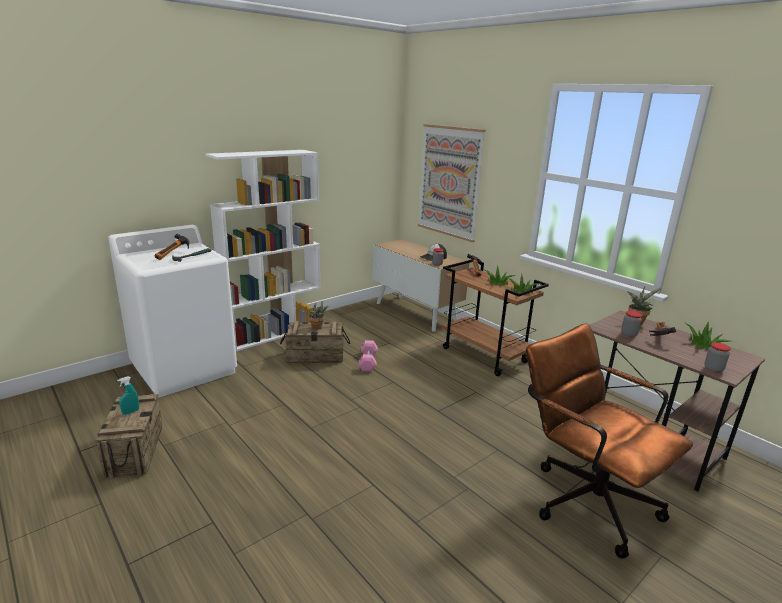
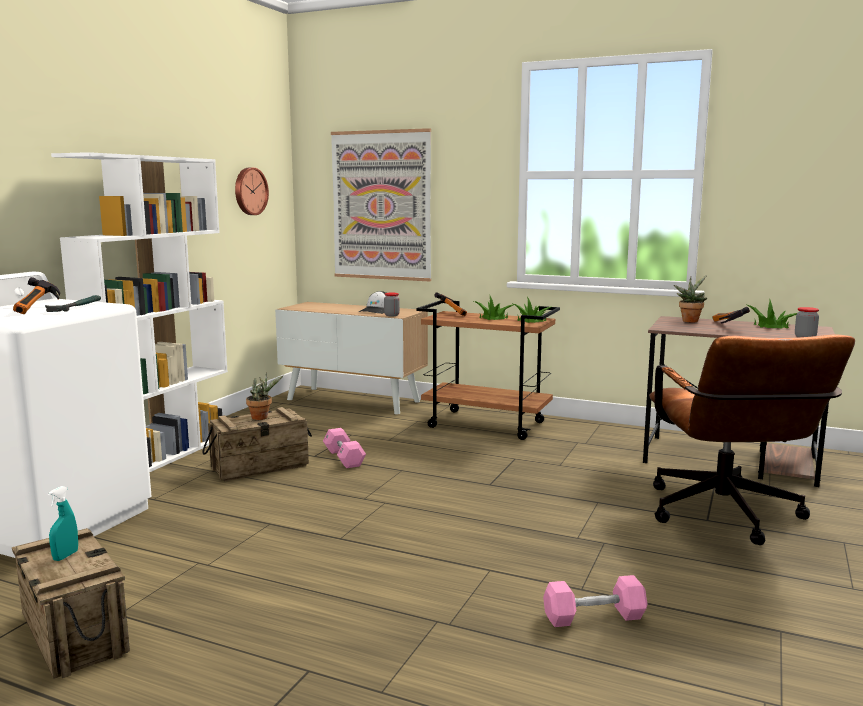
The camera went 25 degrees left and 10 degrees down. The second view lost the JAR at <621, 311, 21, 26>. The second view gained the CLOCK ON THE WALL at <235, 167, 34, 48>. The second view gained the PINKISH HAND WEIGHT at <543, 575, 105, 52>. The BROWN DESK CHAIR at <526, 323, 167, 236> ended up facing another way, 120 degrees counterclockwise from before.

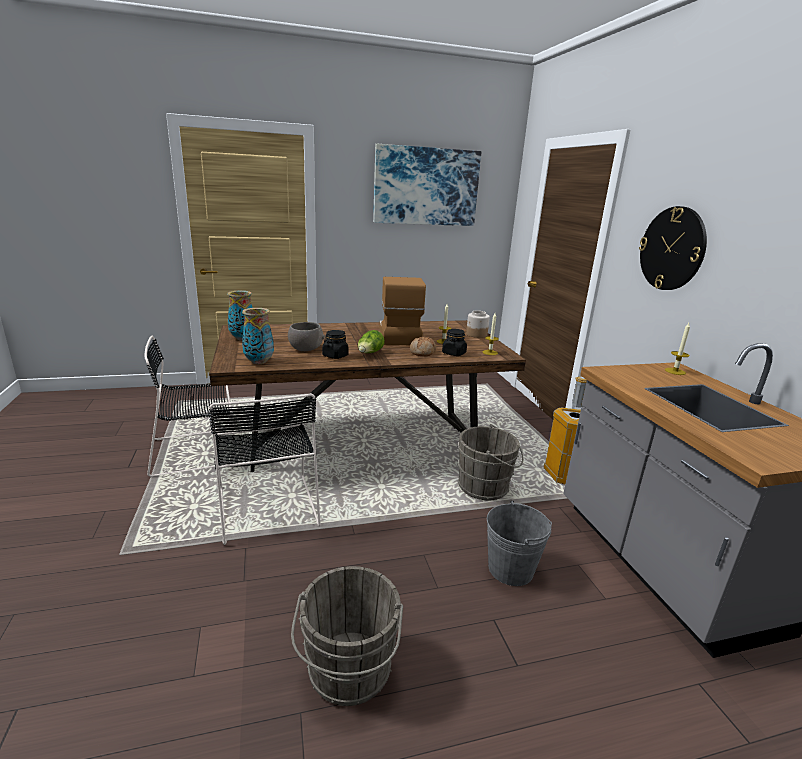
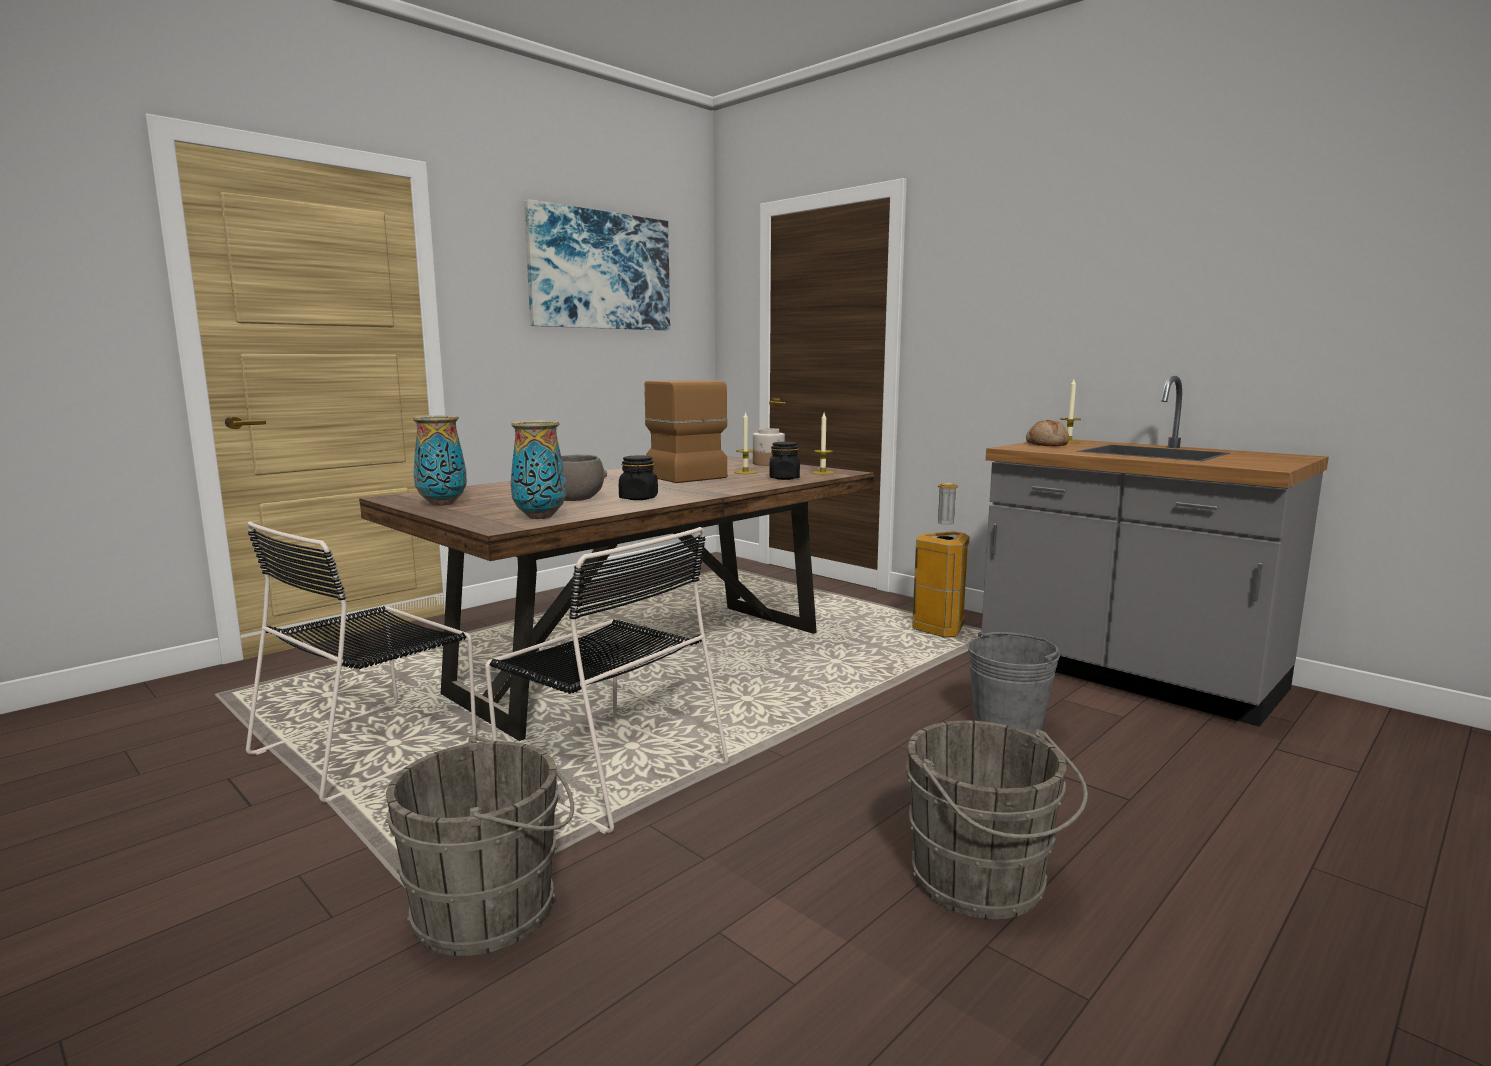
The camera went 30 degrees left and 10 degrees down. The second view lost the LETTUCE at <358, 330, 27, 23>. The second view lost the CLOCK ON THE WALL at <639, 206, 68, 84>. The BAKERY BREAD ended up elsewhere, having gone from <410, 336, 26, 20> to <1026, 420, 43, 26>. The GRAY WATER BUCKET ended up elsewhere, having gone from <457, 424, 66, 76> to <385, 735, 189, 221>.

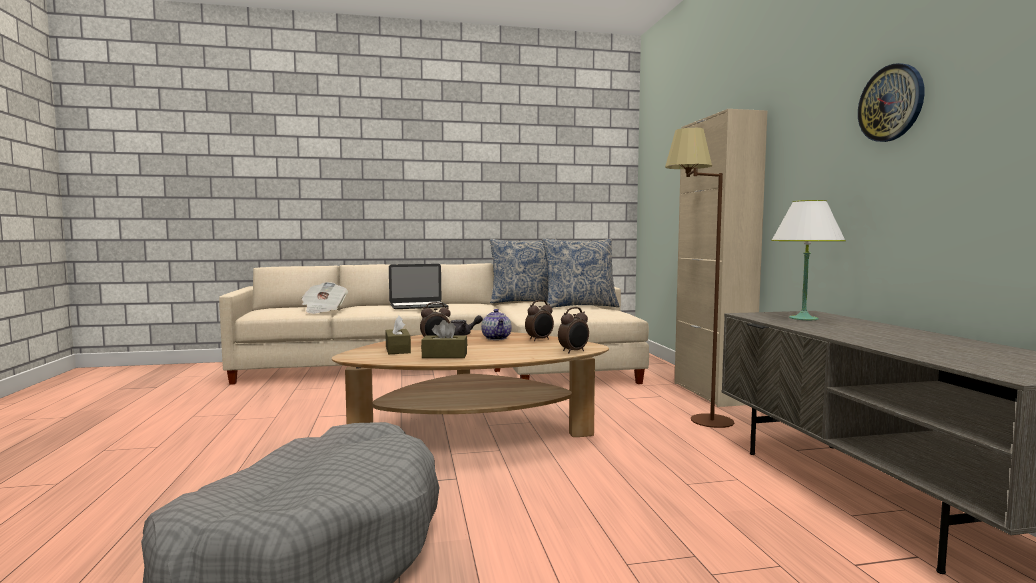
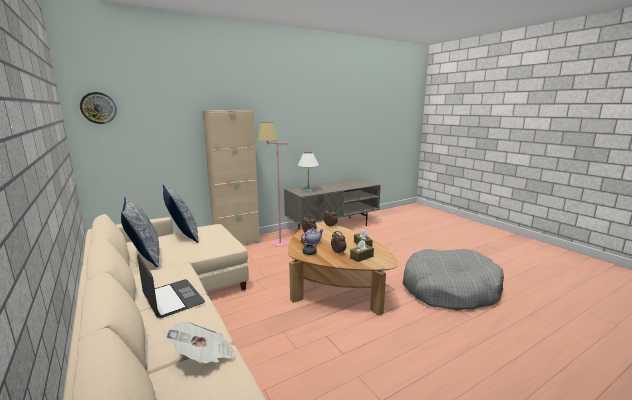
The camera went 110 degrees left and 10 degrees up. The CLOCK ON THE WALL ended up elsewhere, having gone from <858, 63, 67, 79> to <80, 92, 37, 32>. What was the BROWN FLOOR LAMP at <665, 127, 69, 301> turned into the PINKISH FLOOR LAMP at <257, 122, 32, 125>.

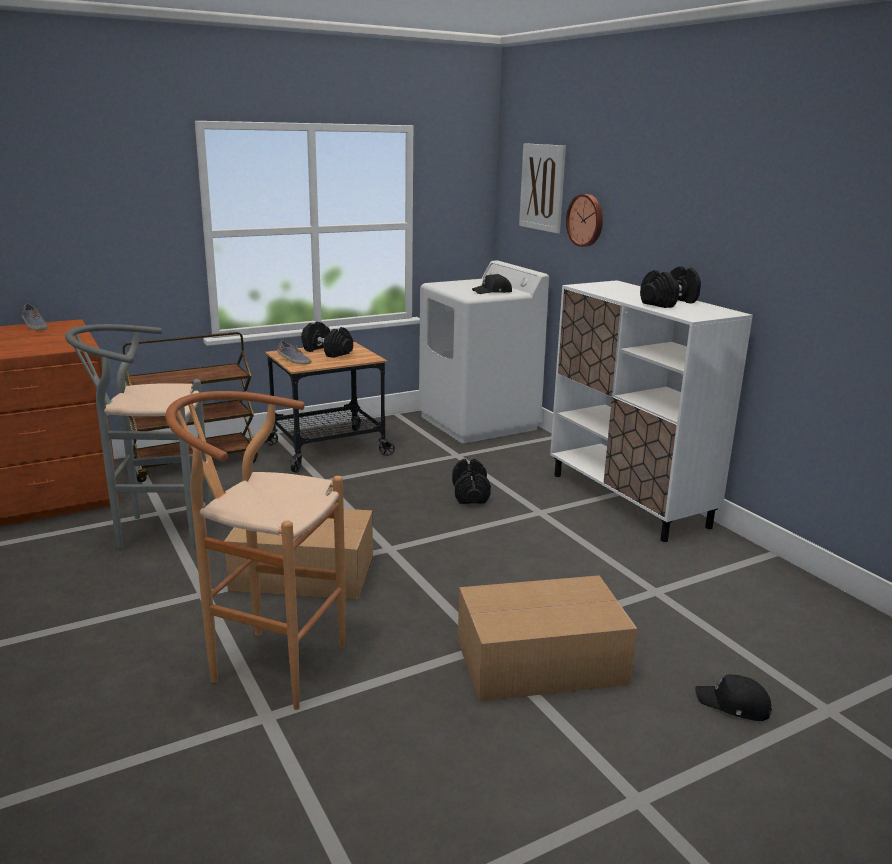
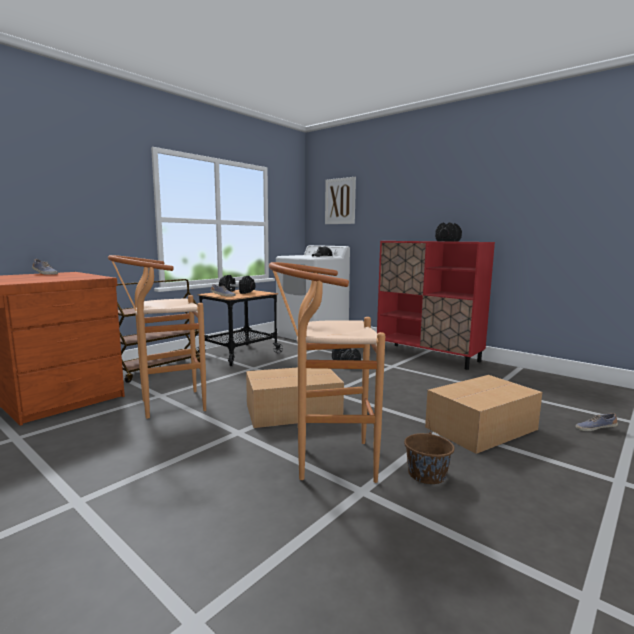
The camera went 20 degrees left and 10 degrees down. The second view lost the CLOCK ON THE WALL at <566, 194, 37, 53>. The second view gained the BROWN WATER BUCKET at <404, 419, 51, 65>. Where the BLACK CAP stood at <695, 675, 77, 46>, the LOW SHOE came to stand at <575, 413, 43, 18>. What was the GRAY STOOL SEAT at <65, 324, 145, 226> turned into the BROWN STOOL SEAT at <108, 255, 98, 164>. What was the WHITE CABINET at <550, 280, 203, 262> turned into the RED CABINET at <377, 241, 118, 129>.

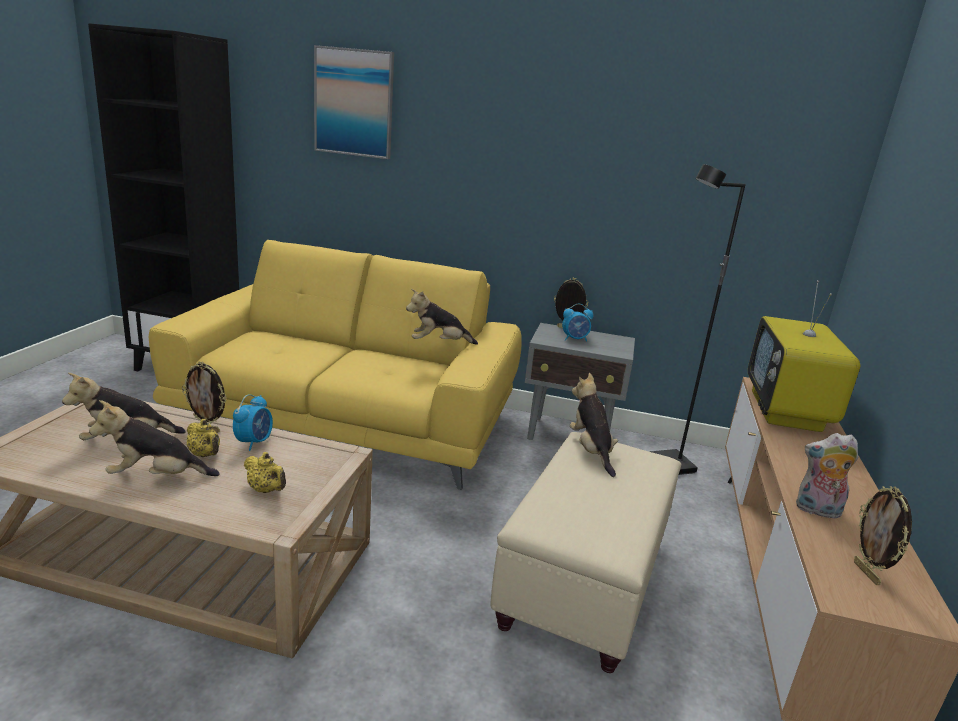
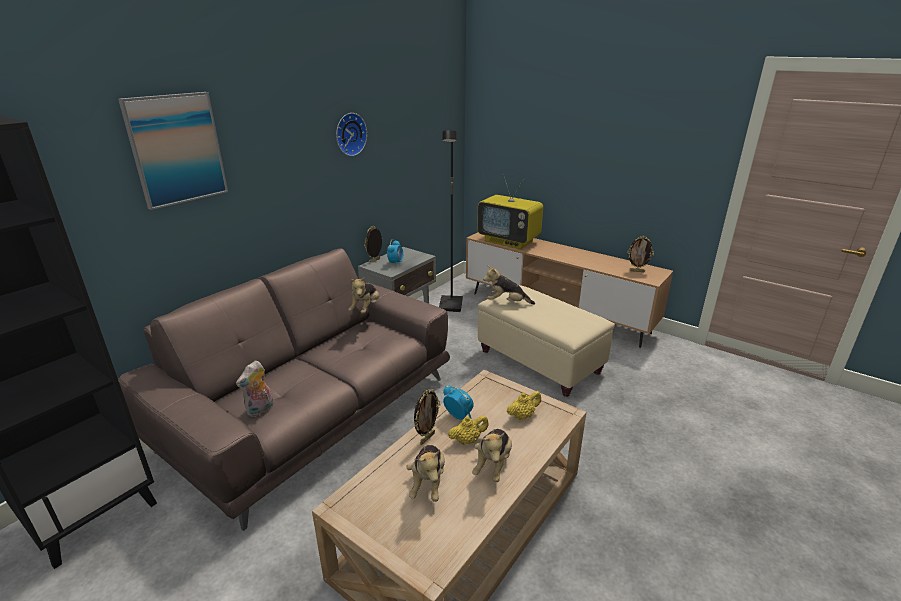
The camera went 65 degrees left and 5 degrees up. The second view gained the CLOCK ON THE WALL at <336, 113, 31, 43>. The PLUSH TOY ended up elsewhere, having gone from <796, 433, 62, 85> to <236, 361, 37, 56>. What was the YELLOWISH SETTEE at <149, 240, 373, 250> turned into the BROWN SETTEE at <118, 248, 332, 283>.

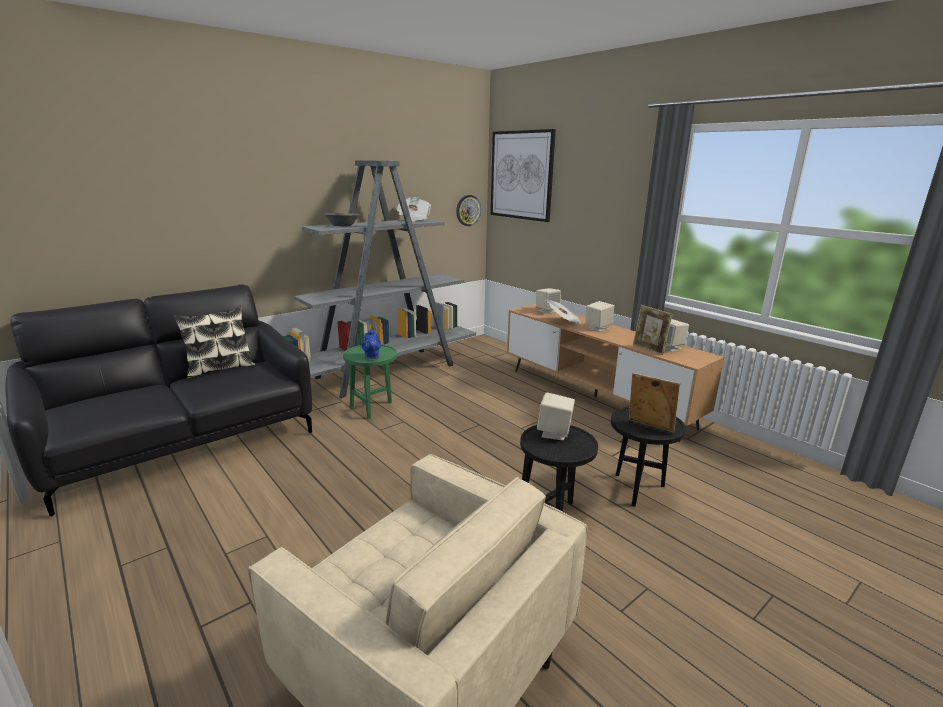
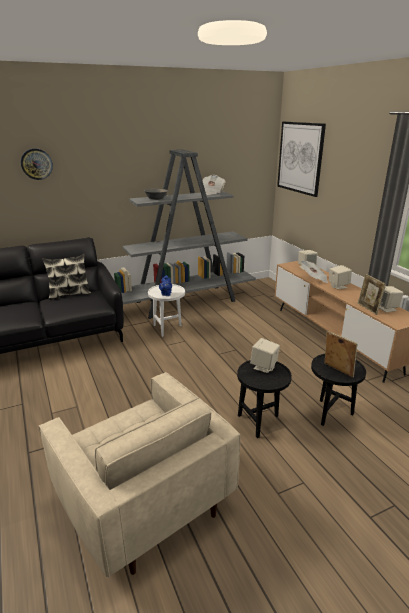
The camera went 15 degrees right and 5 degrees up. The CLOCK ON THE WALL ended up elsewhere, having gone from <456, 195, 25, 31> to <21, 148, 32, 32>. What was the GREEN-COLOURED END TABLE at <343, 344, 54, 75> turned into the WHITE END TABLE at <148, 284, 37, 53>.

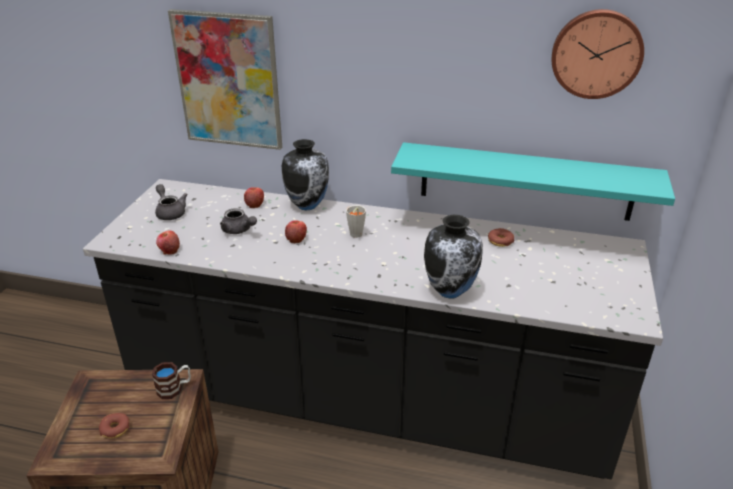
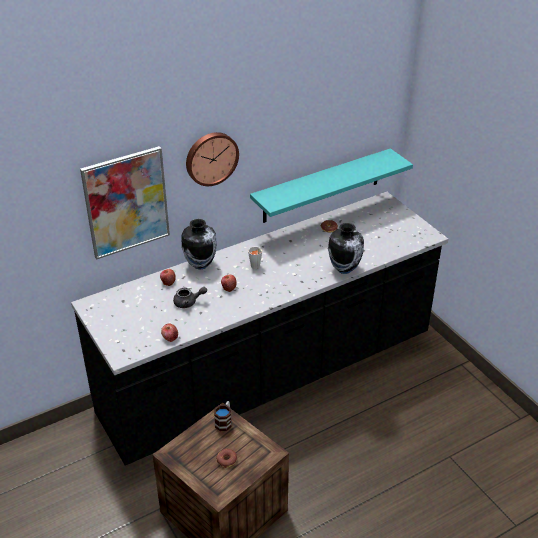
The camera went 45 degrees left and 5 degrees up. The second view lost the GRAY TEAPOT at <155, 184, 33, 36>. The CLOCK ON THE WALL ended up elsewhere, having gone from <552, 9, 92, 90> to <186, 132, 53, 54>.

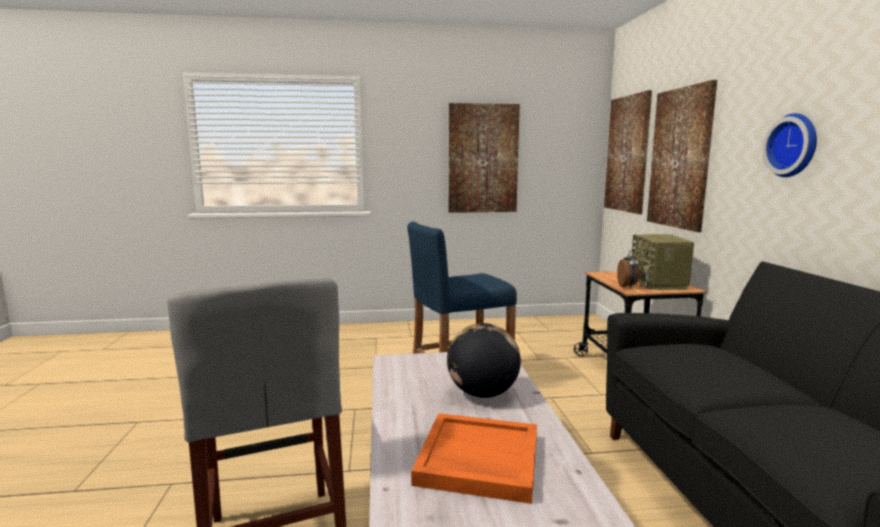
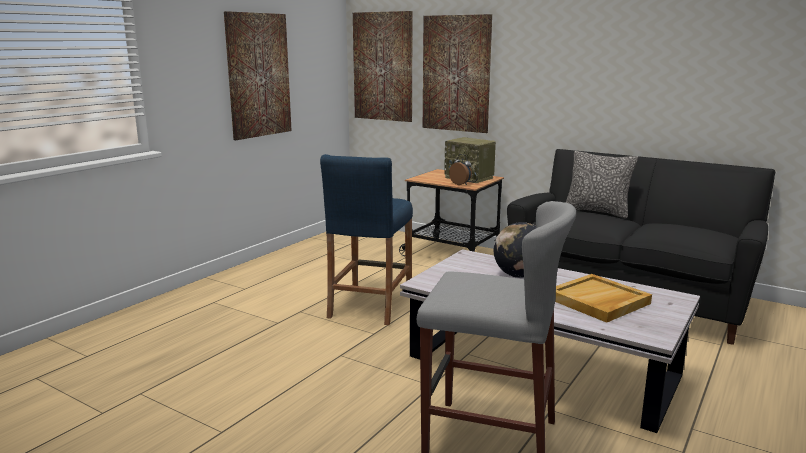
The camera went 50 degrees left and 5 degrees up. The second view lost the CLOCK ON THE WALL at <762, 113, 55, 64>. The second view gained the PILLOW at <565, 151, 73, 68>. What was the ORANGE-COLOURED SERVING TRAY at <411, 413, 126, 91> turned into the SAND-COLOURED SERVING TRAY at <555, 274, 97, 49>.

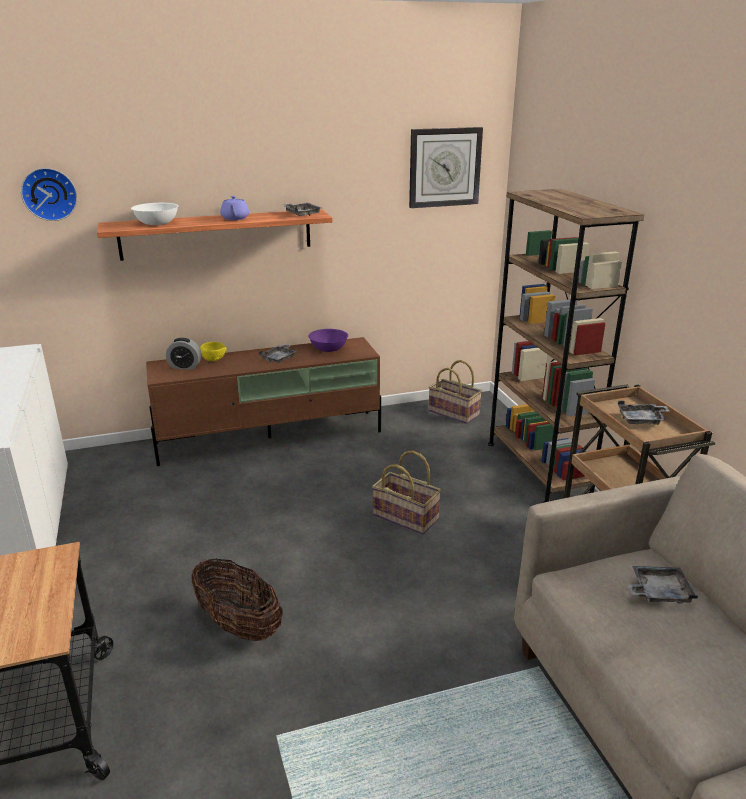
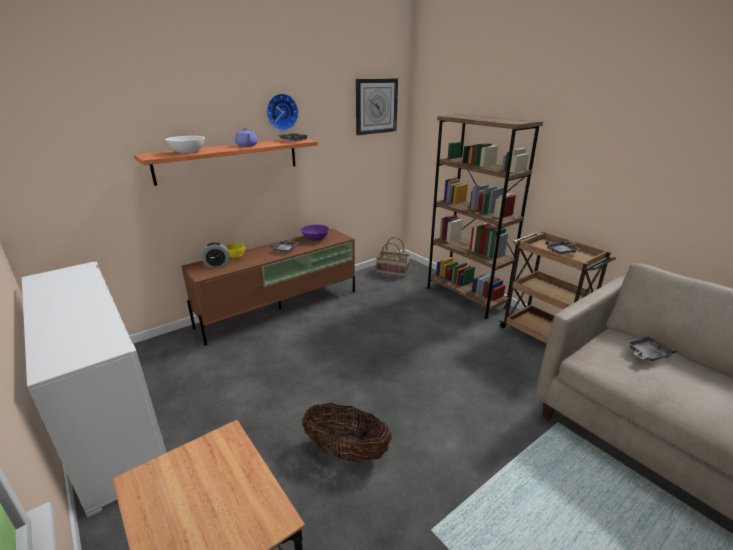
The camera went 20 degrees left and 0 degrees up. The second view lost the HOUSEHOLD BASKET at <372, 450, 69, 84>. The CLOCK ON THE WALL ended up elsewhere, having gone from <21, 168, 56, 53> to <267, 93, 32, 38>.

